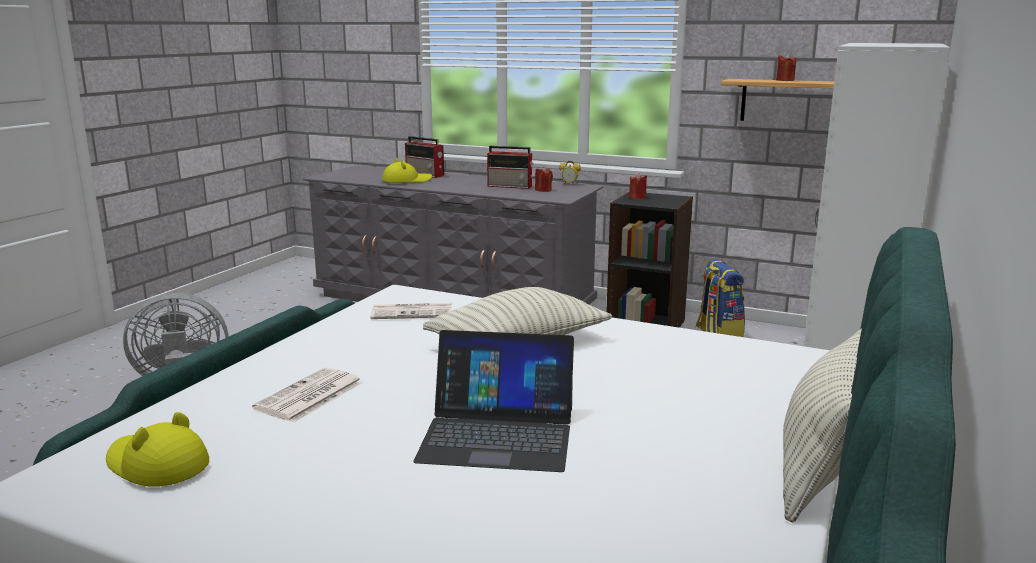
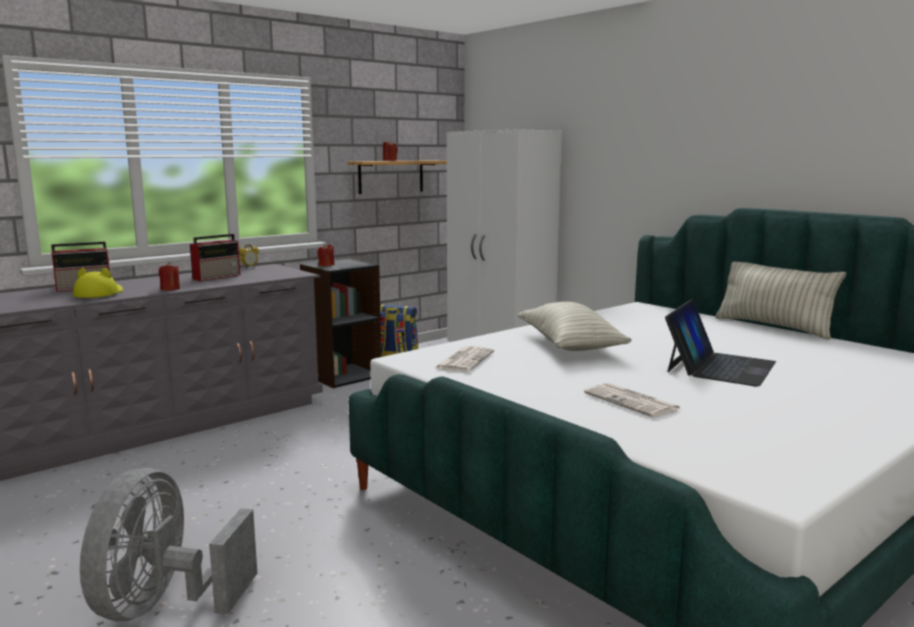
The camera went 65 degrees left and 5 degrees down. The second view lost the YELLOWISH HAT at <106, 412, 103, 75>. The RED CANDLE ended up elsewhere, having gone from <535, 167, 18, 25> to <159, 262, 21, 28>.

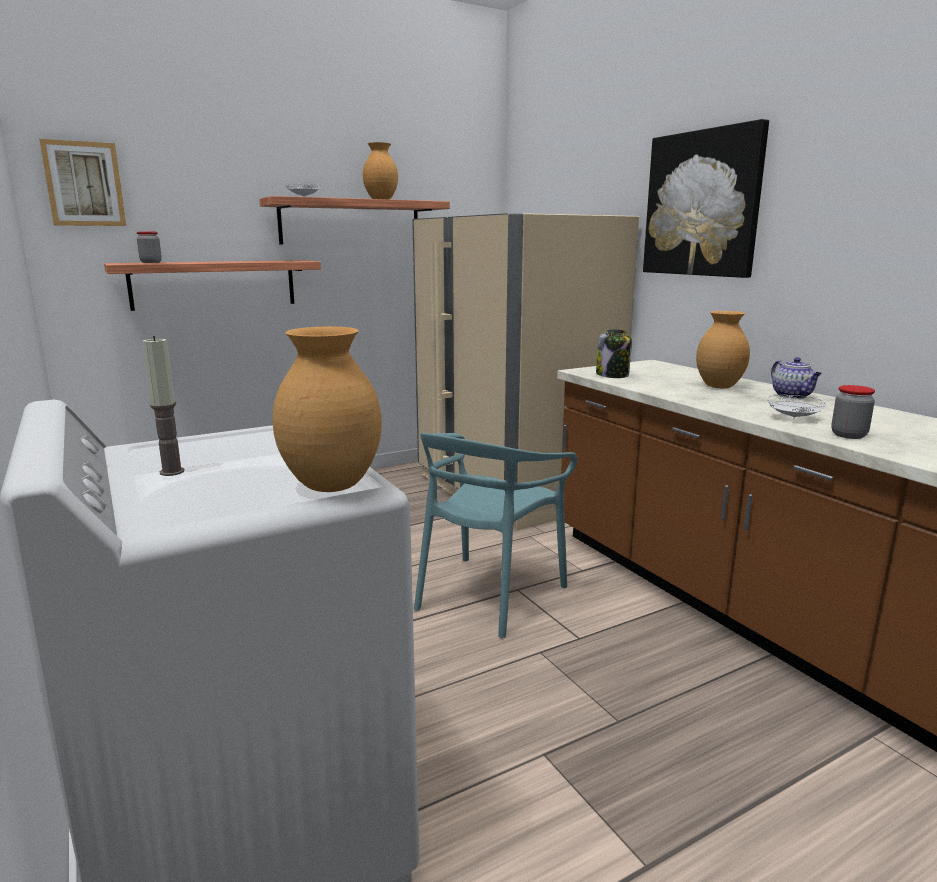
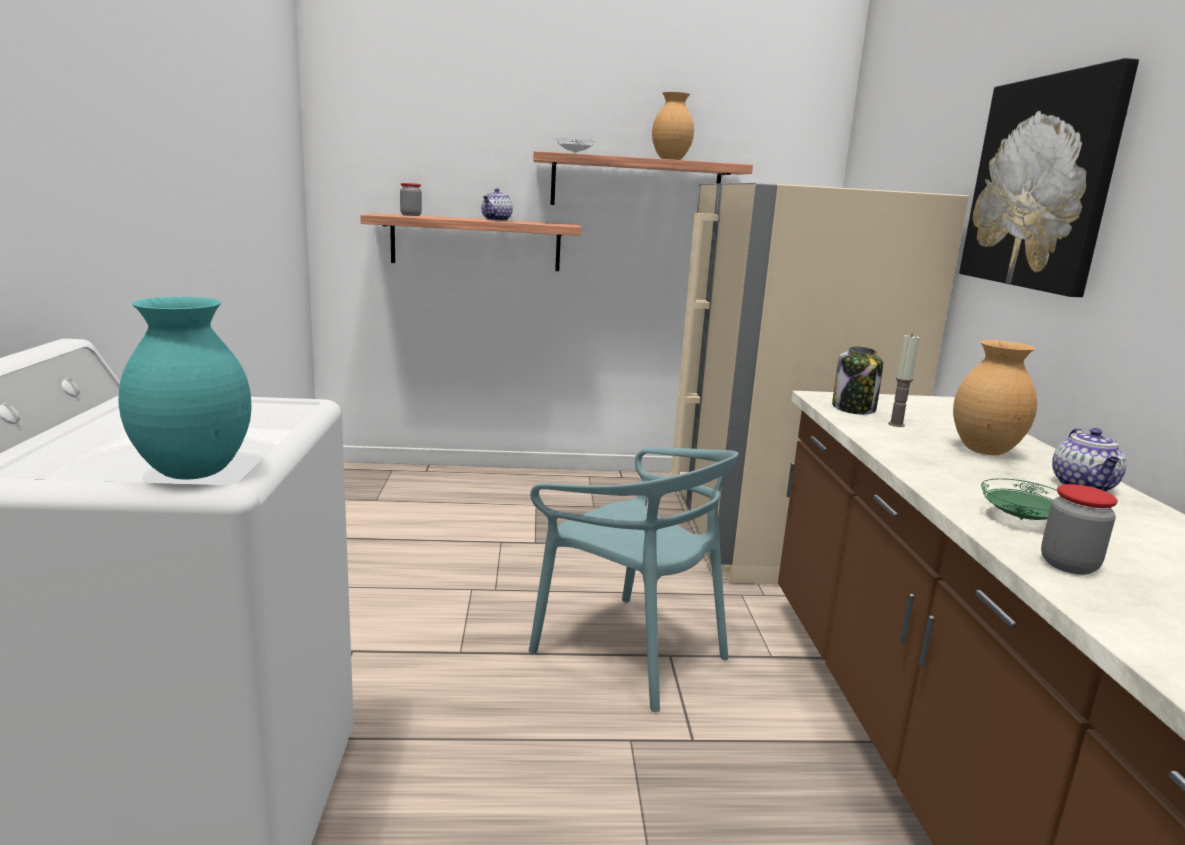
The camera went 25 degrees right and 0 degrees up. The second view lost the WALL PICTURE at <39, 139, 87, 87>. The second view gained the TEAPOT at <481, 188, 32, 33>. The CANDLE ended up elsewhere, having gone from <142, 336, 42, 140> to <888, 334, 32, 93>. What was the BROWN DECORATIVE VASE at <273, 327, 109, 165> turned into the TURQUOISE-COLOURED DECORATIVE VASE at <118, 297, 134, 183>. What was the WHITE PLATE at <767, 395, 60, 23> turned into the GREEN-COLOURED PLATE at <981, 478, 76, 42>. The TURQUOISE-COLOURED PLAIN CHAIR at <414, 433, 163, 205> ended up facing another way, 105 degrees counterclockwise from before.

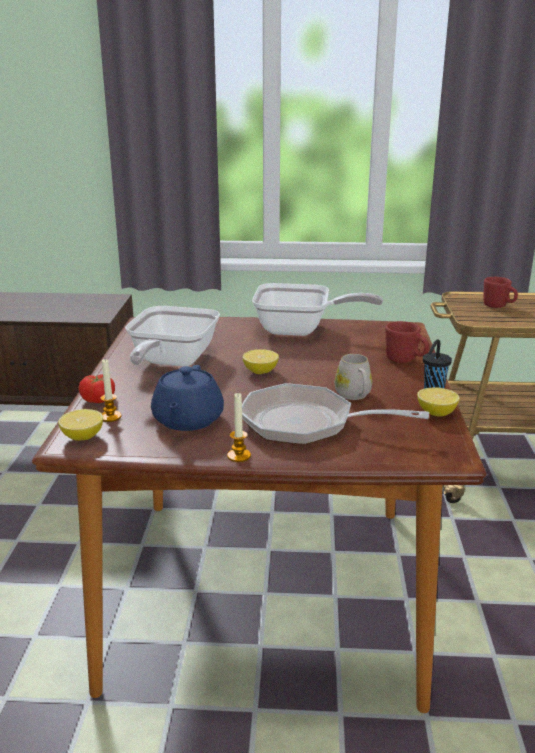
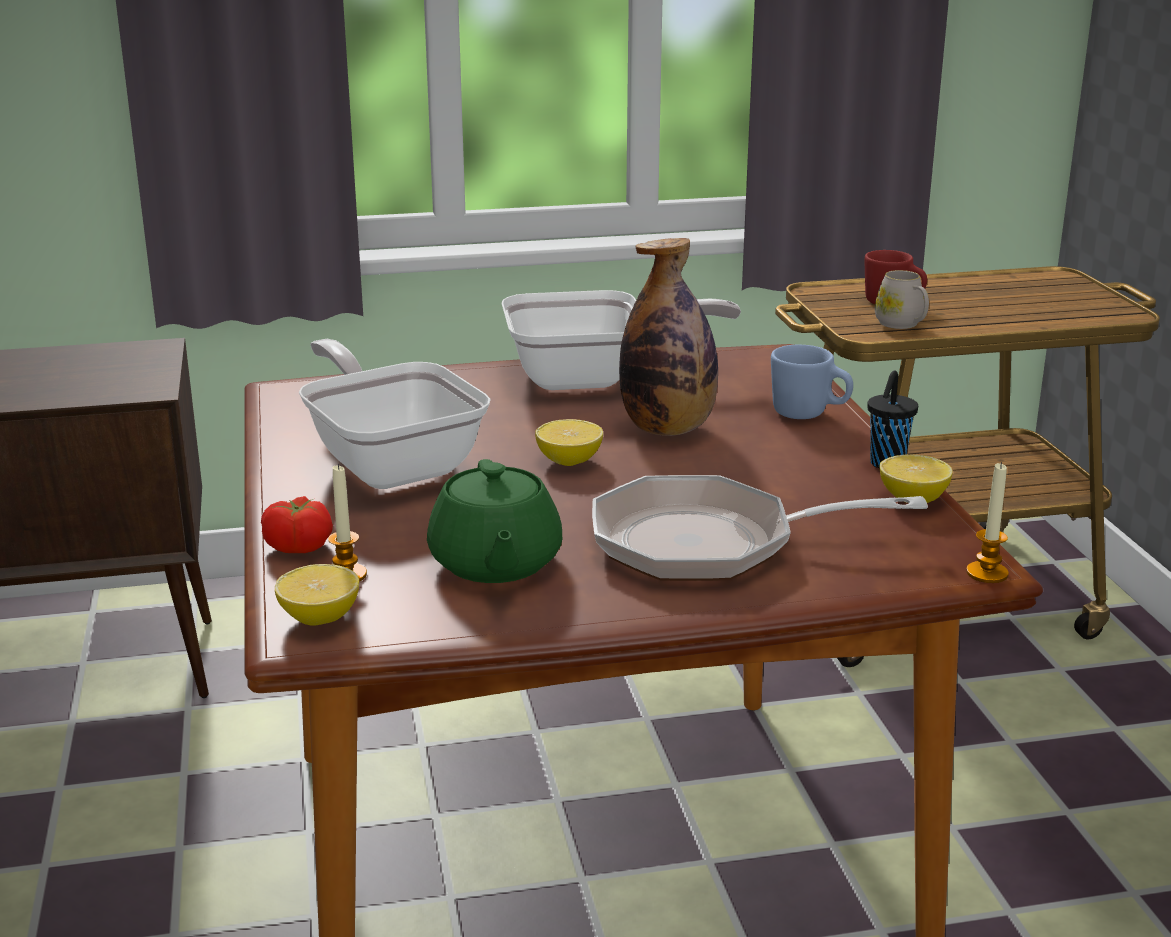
The camera went 15 degrees left and 0 degrees up. The second view gained the BOTTLE at <619, 238, 99, 198>. The CANDLE ended up elsewhere, having gone from <227, 393, 24, 69> to <966, 462, 43, 121>. The WHITE TEA MUG ended up elsewhere, having gone from <335, 354, 37, 46> to <875, 270, 54, 59>. What was the BLUE-COLOURED TEAPOT at <151, 365, 73, 66> turned into the GREEN-COLOURED TEAPOT at <427, 459, 135, 124>. What was the RED TEA MUG at <385, 321, 44, 42> turned into the BLUE-COLOURED TEA MUG at <771, 345, 82, 74>. The SKILLET at <125, 306, 95, 60> ended up facing another way, 150 degrees clockwise from before.

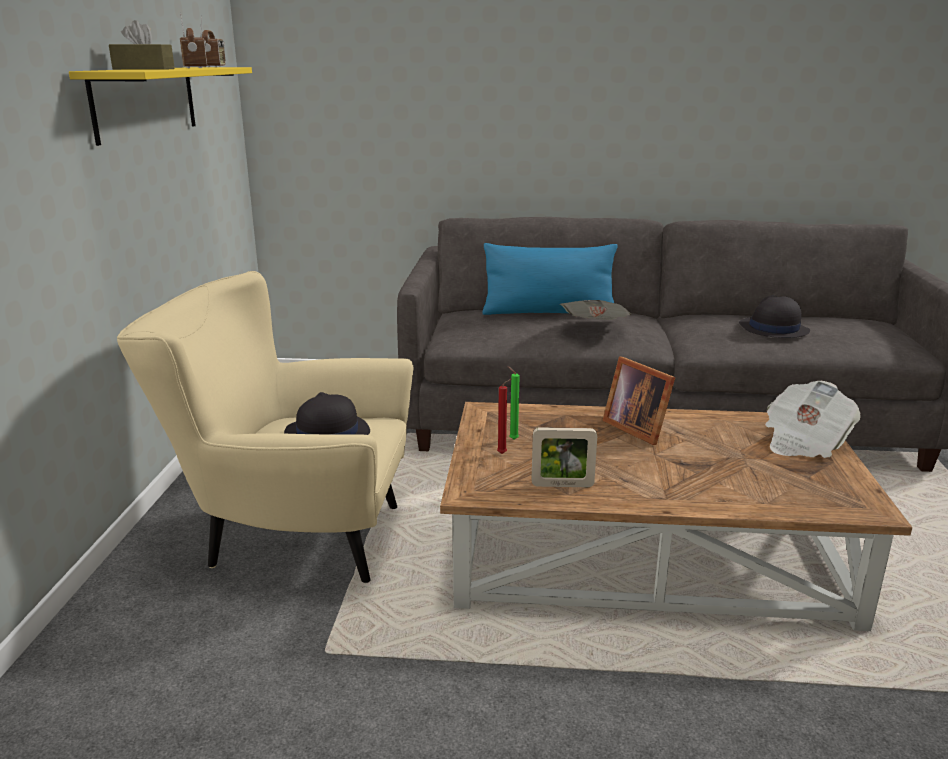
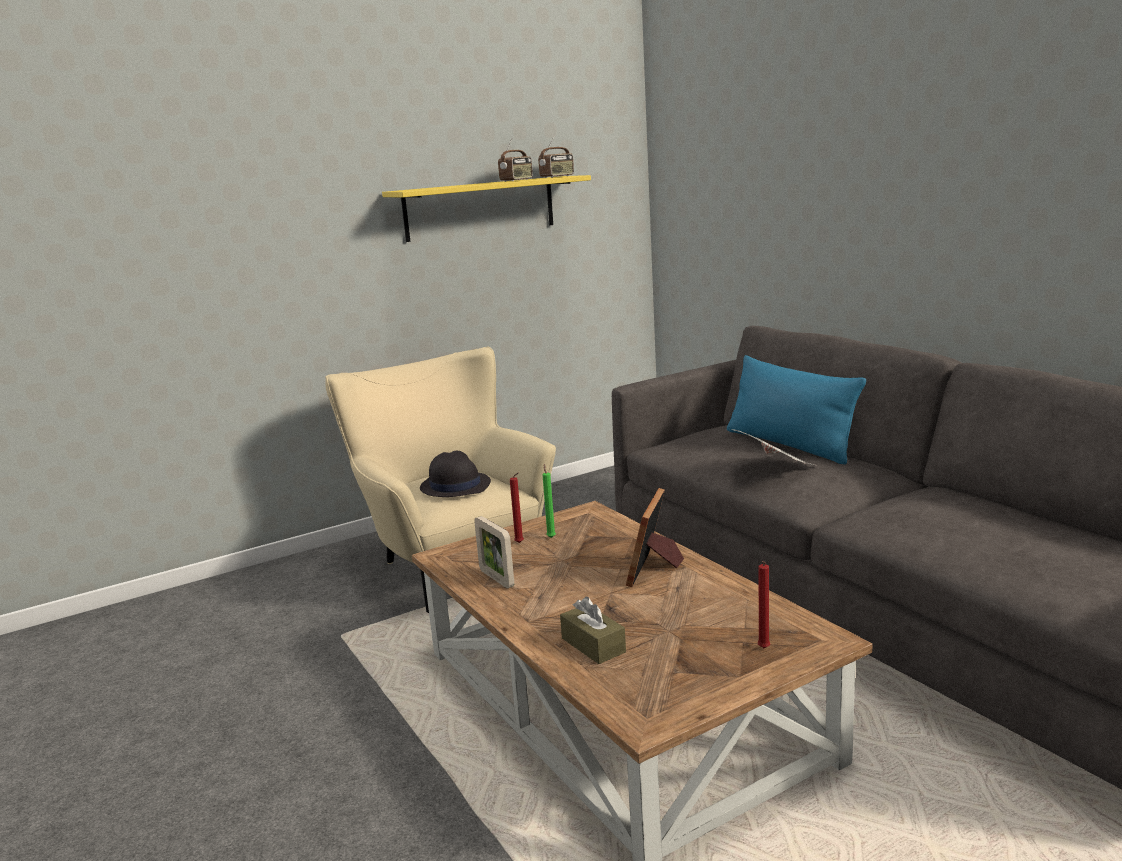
The camera went 55 degrees right and 5 degrees down. The second view lost the BLACK HAT at <739, 295, 71, 43>. The BROWN BOX OF TISSUES ended up elsewhere, having gone from <109, 20, 66, 50> to <560, 597, 66, 67>. Where the DAILY PAPER stood at <765, 381, 96, 77>, the RED CANDLE came to stand at <758, 561, 12, 87>.

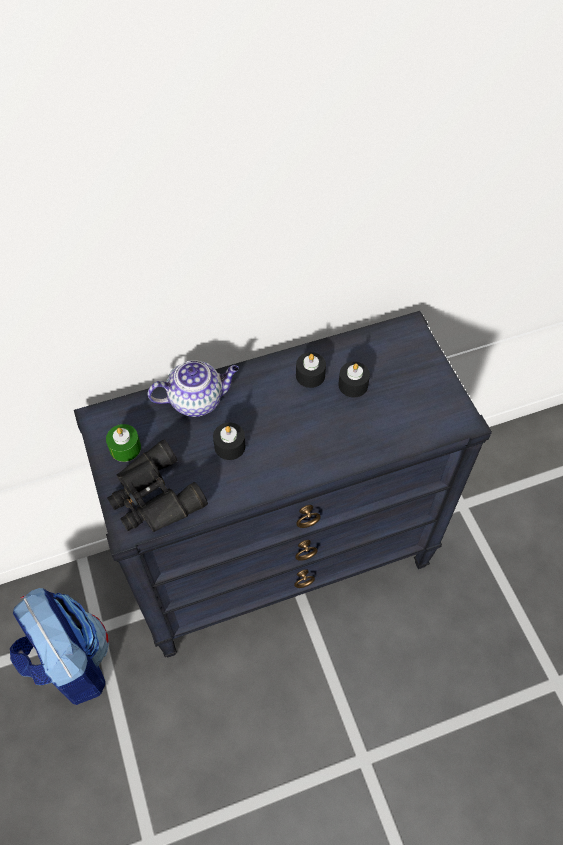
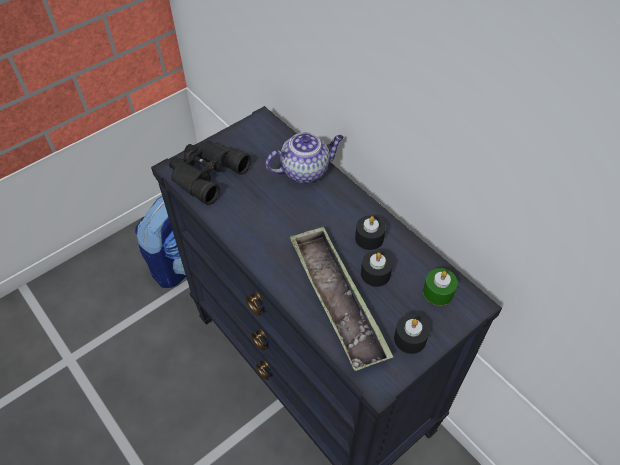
The camera went 70 degrees right and 5 degrees down. The second view gained the SERVING TRAY at <290, 227, 103, 144>. The GREEN-COLOURED CANDLE ended up elsewhere, having gone from <106, 424, 35, 38> to <423, 268, 35, 37>. The BLACK CANDLE ended up elsewhere, having gone from <213, 422, 33, 38> to <394, 314, 36, 40>. The TEAPOT at <148, 360, 91, 57> ended up facing another way, 75 degrees counterclockwise from before.

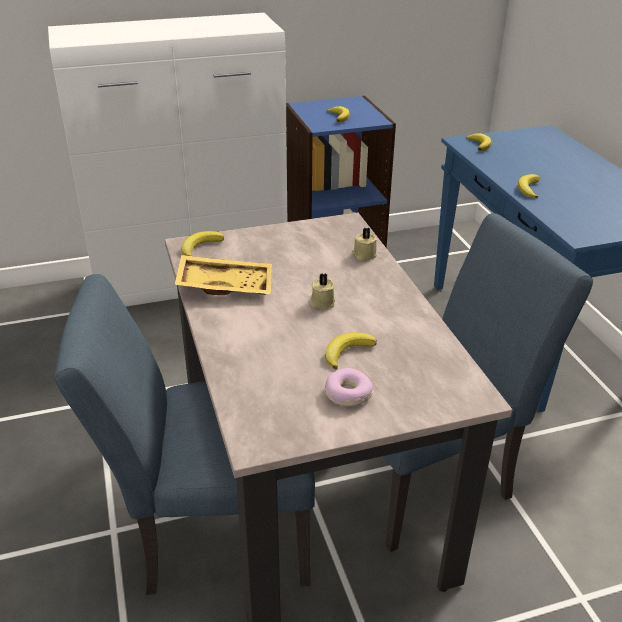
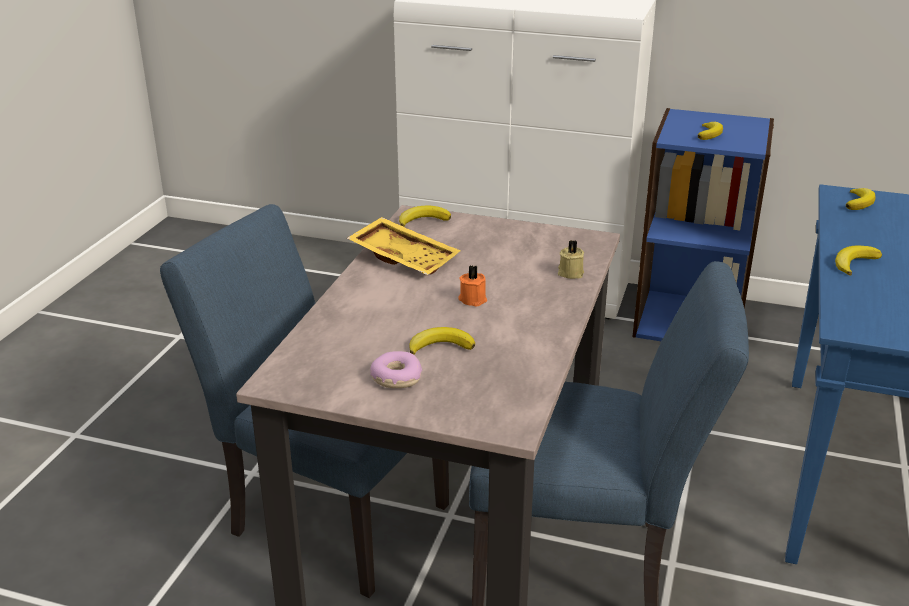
The camera went 35 degrees right and 5 degrees down. What was the SAND-COLOURED CANDLE at <311, 273, 24, 36> turned into the ORANGE-COLOURED CANDLE at <458, 265, 29, 42>.

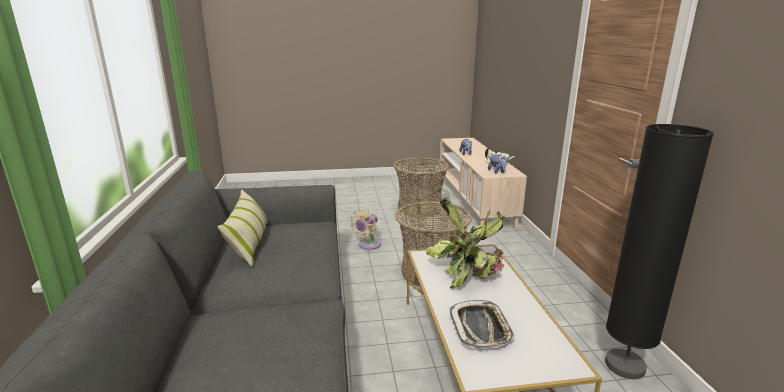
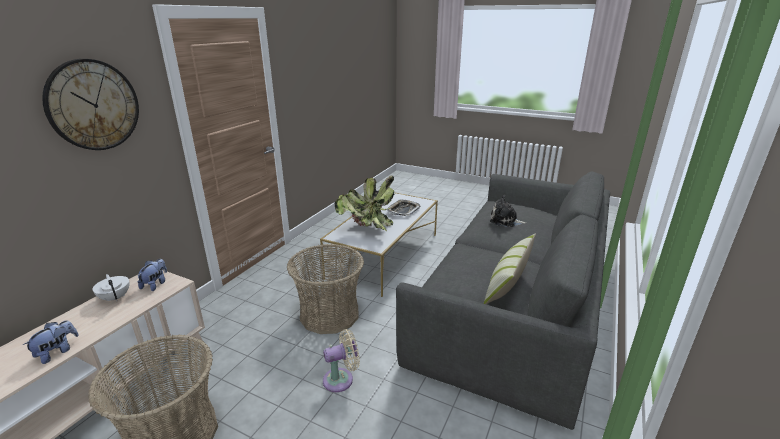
The camera went 145 degrees left and 5 degrees up. The second view lost the BLACK FLOOR LAMP at <605, 124, 109, 255>. The second view gained the CLOCK ON THE WALL at <42, 59, 97, 91>. The second view gained the PLUSH TOY at <490, 195, 37, 32>.

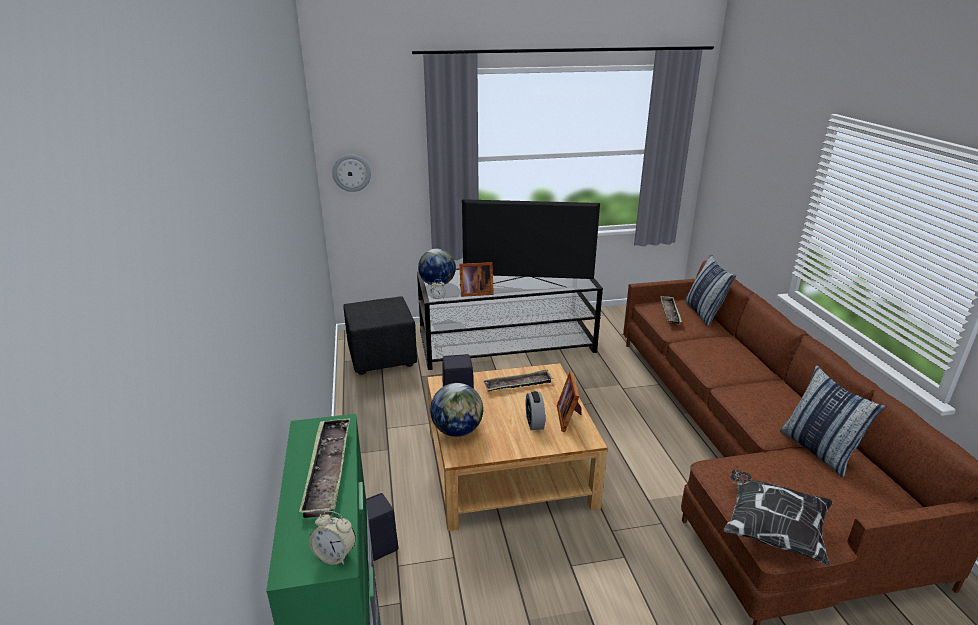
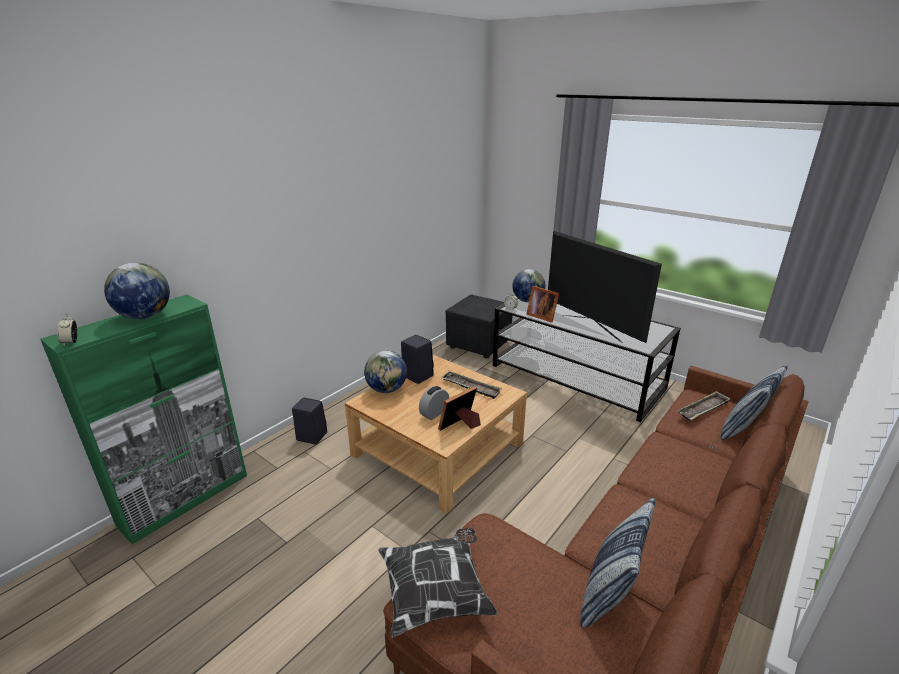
The camera went 50 degrees right and 0 degrees up. The second view lost the CLOCK ON THE WALL at <332, 155, 39, 37>. Where the SERVING TRAY stood at <299, 418, 51, 100>, the DESK GLOBE came to stand at <104, 263, 66, 56>.

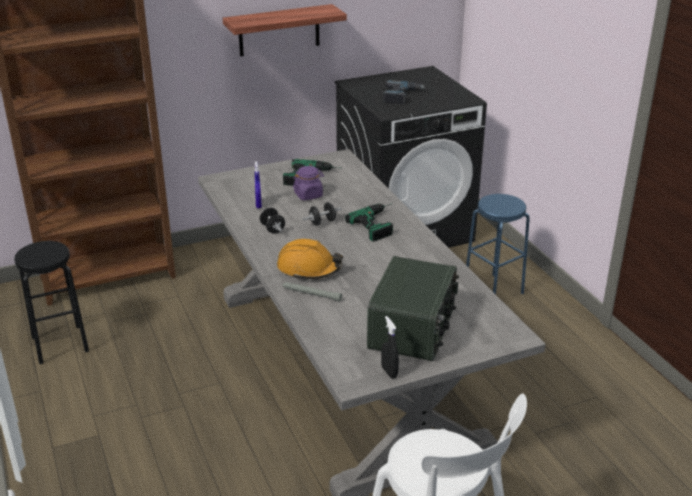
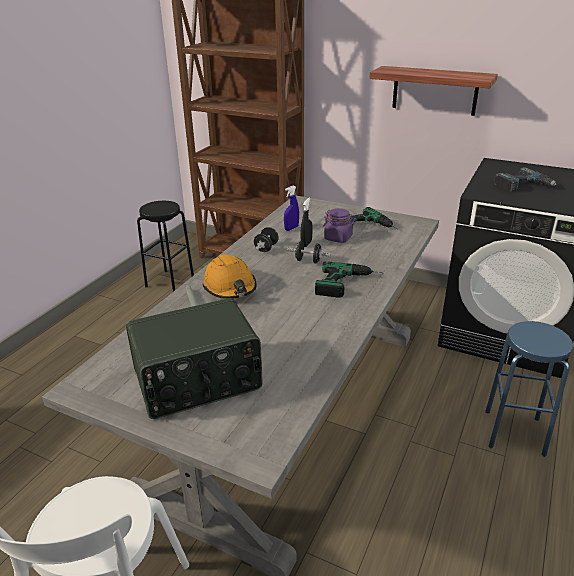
The camera went 50 degrees right and 0 degrees up. The BLACK SPRAY BOTTLE ended up elsewhere, having gone from <381, 316, 18, 63> to <301, 197, 11, 50>.

